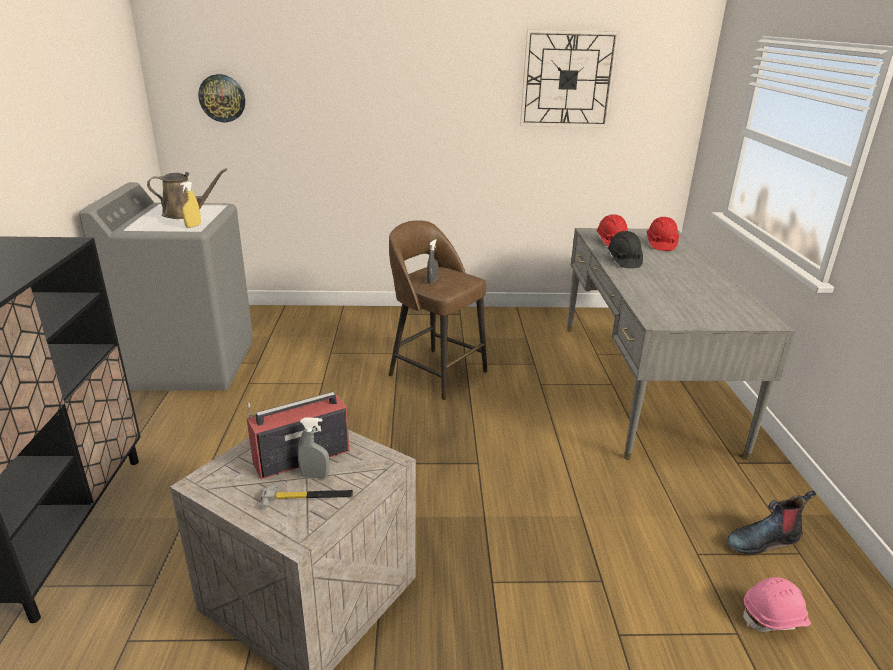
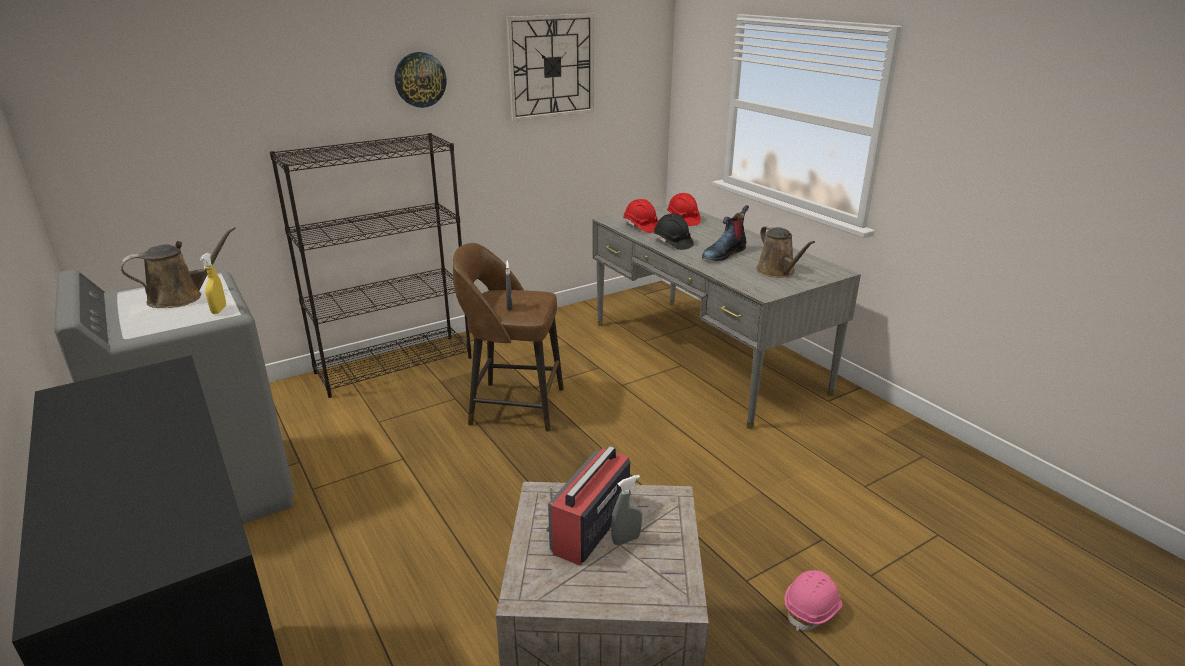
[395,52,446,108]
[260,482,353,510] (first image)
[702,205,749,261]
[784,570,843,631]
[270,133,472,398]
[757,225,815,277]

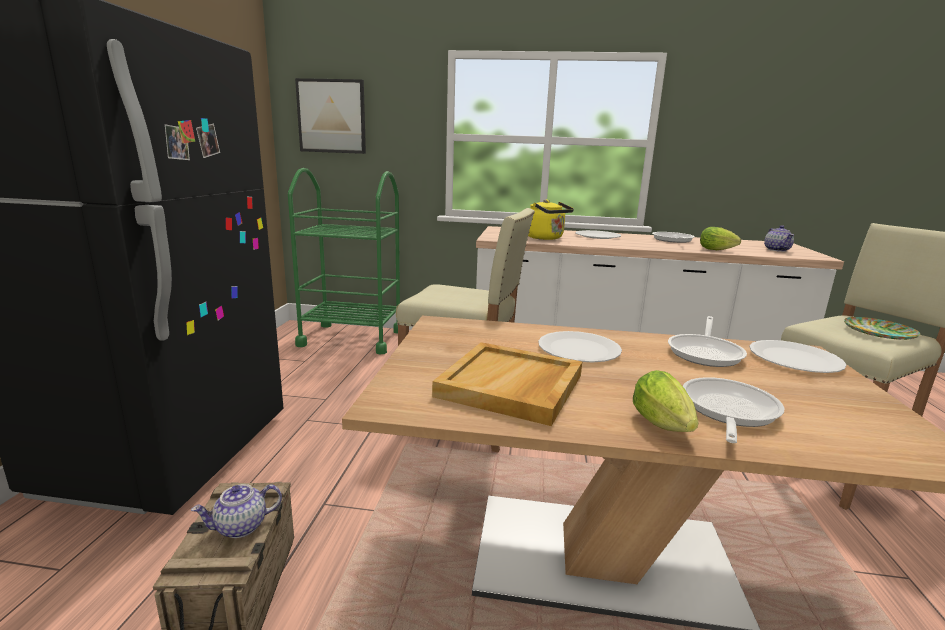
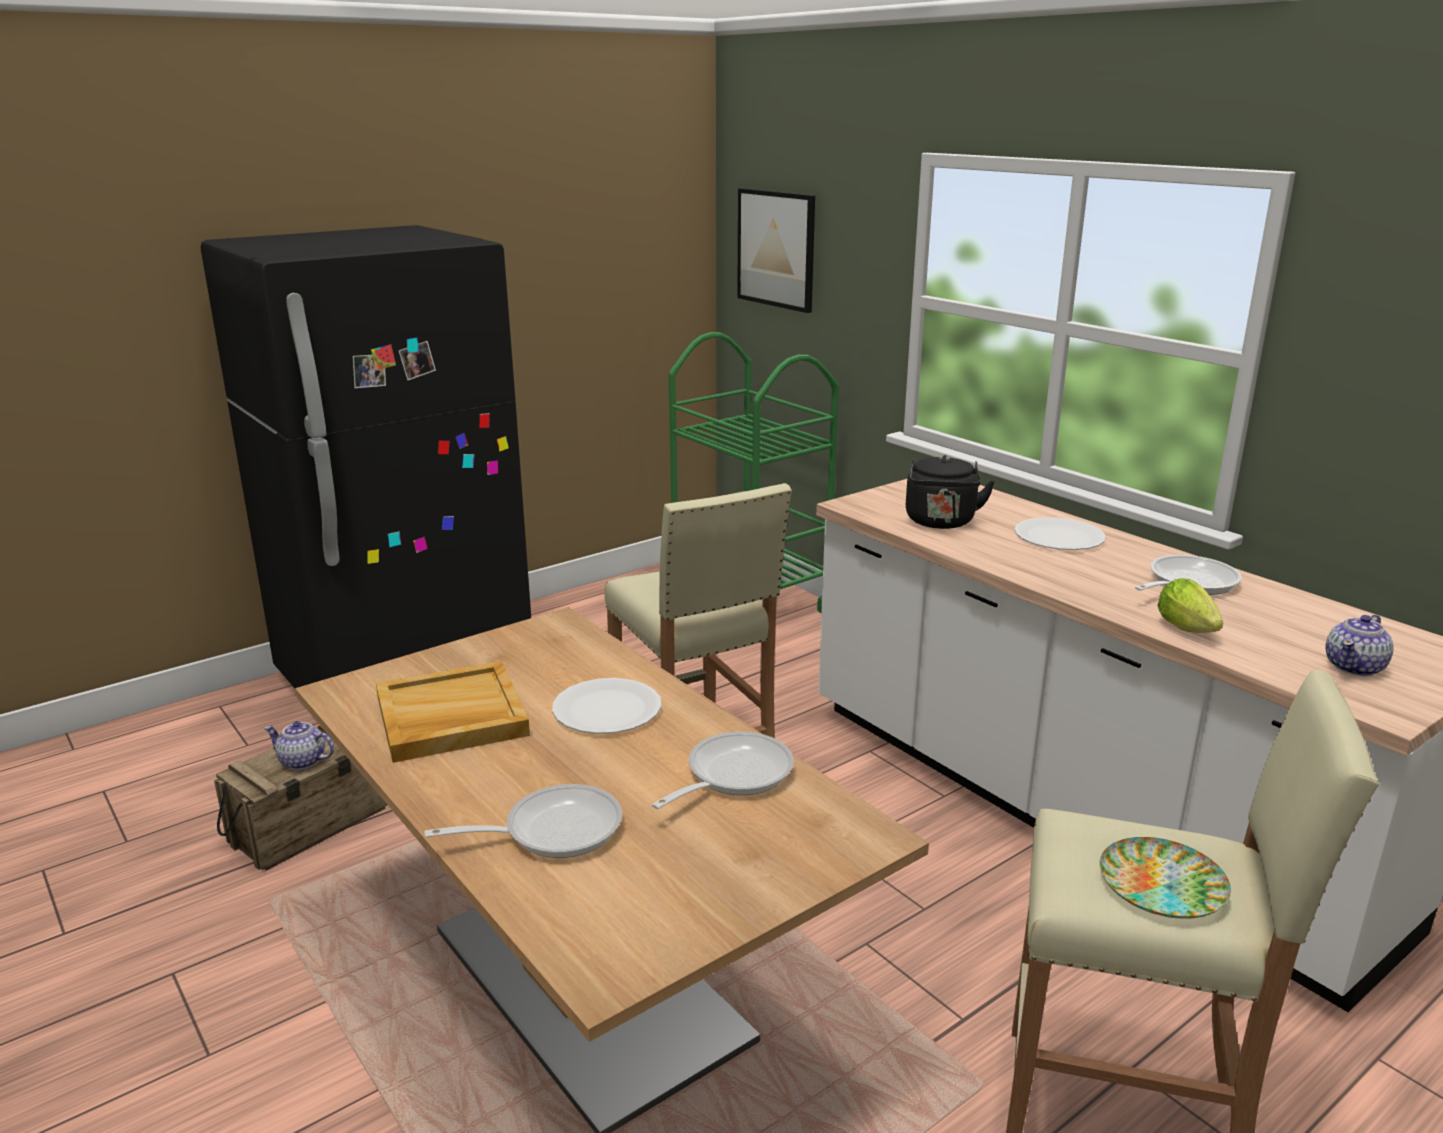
[906,455,995,529]
[633,370,698,432] (first image)
[652,732,794,809]
[749,340,847,373] (first image)

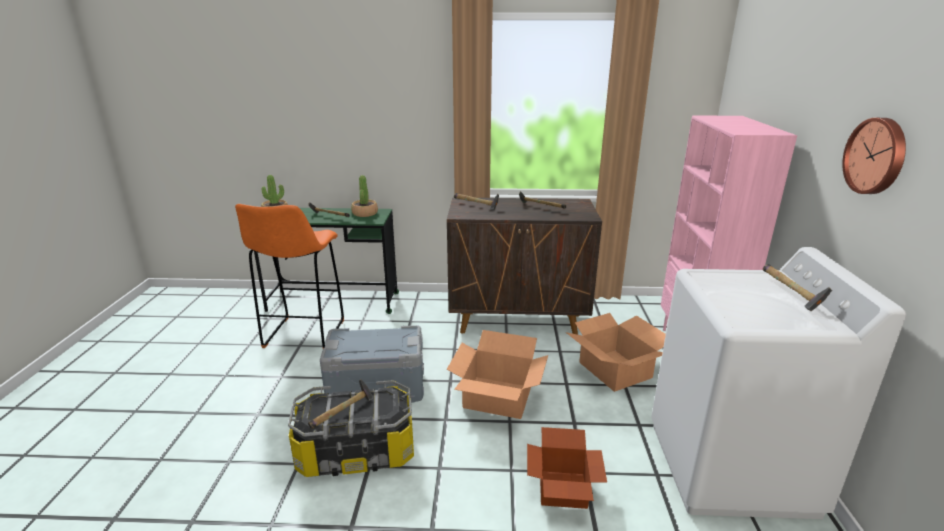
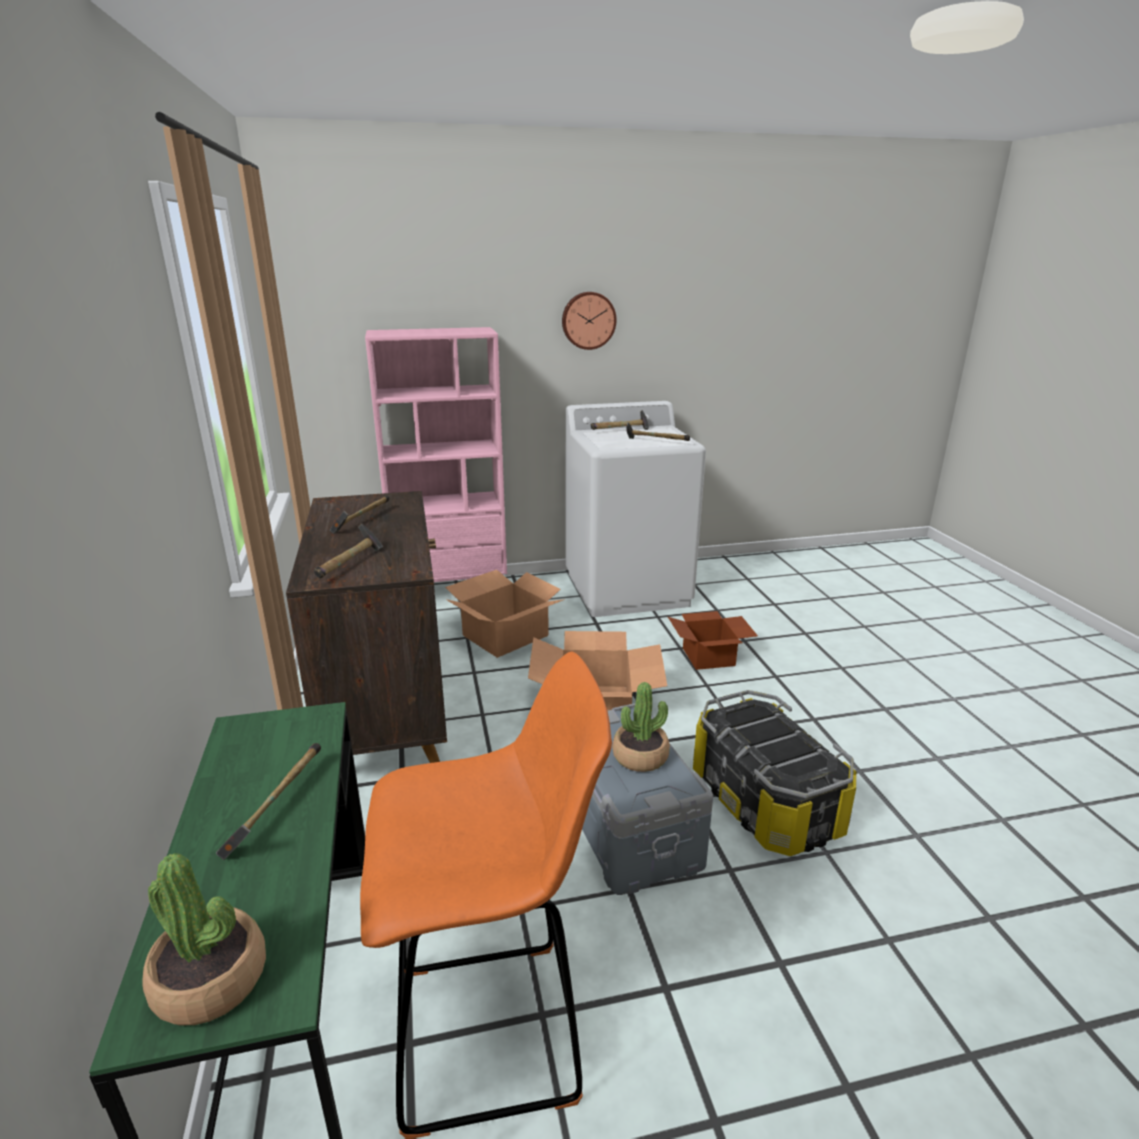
[626,423,690,441]
[612,682,670,772]

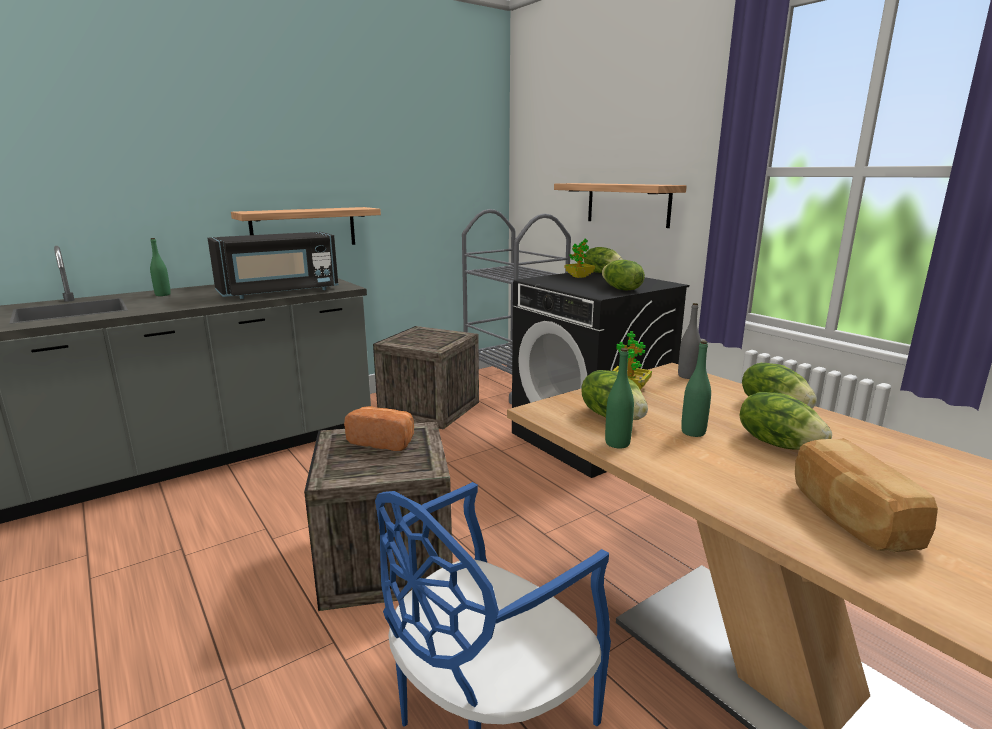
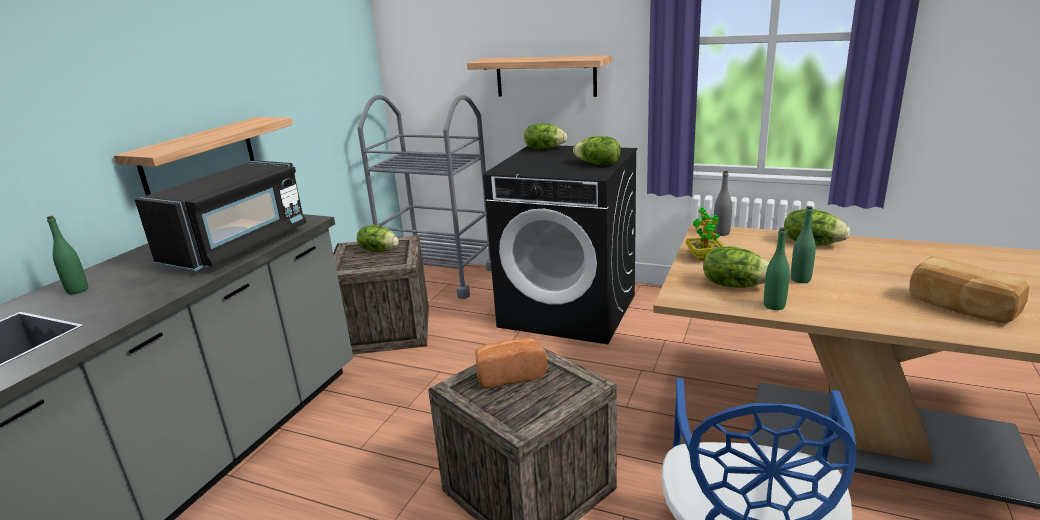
[565,239,595,278] (first image)
[357,225,399,252]

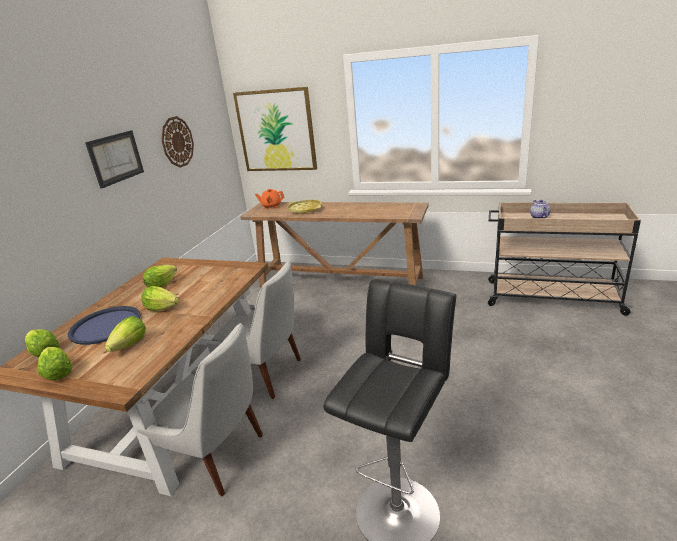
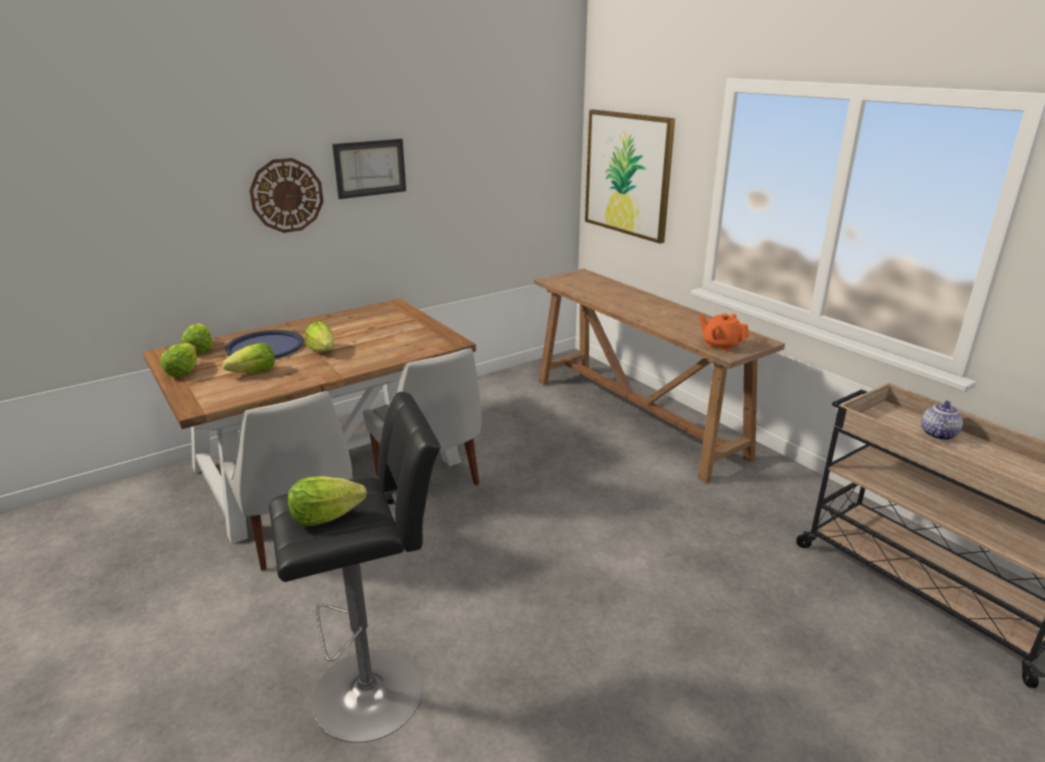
[288,476,367,526]
[249,158,324,233]
[699,314,749,352]
[288,200,322,214] (first image)

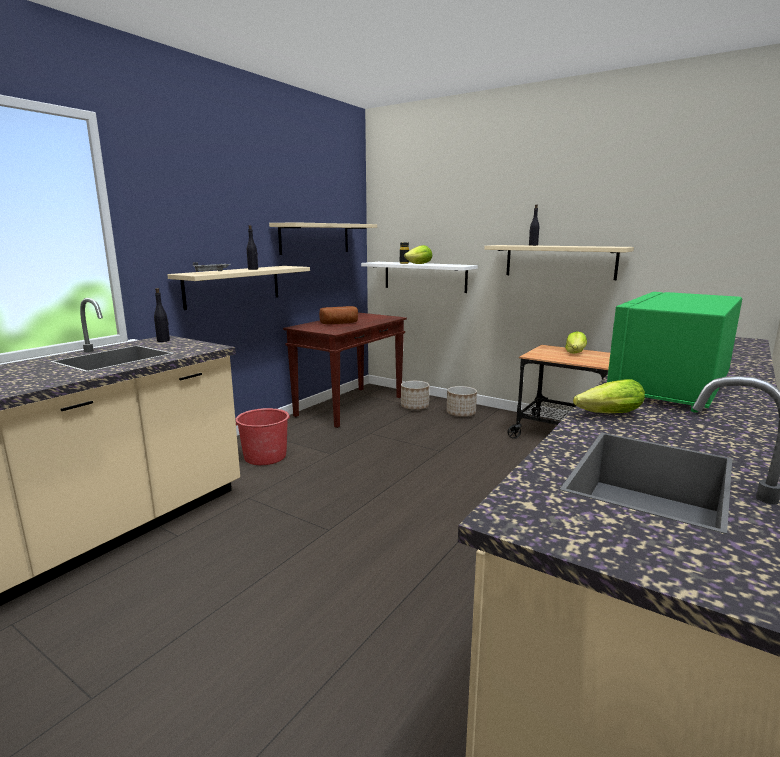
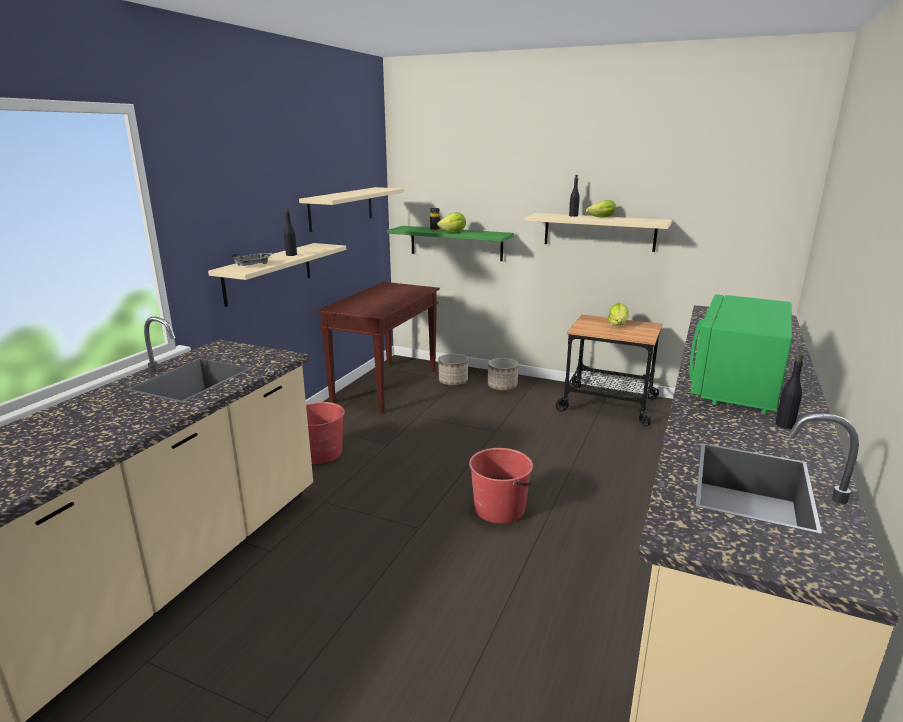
[775,354,803,429]
[319,306,358,324] (first image)
[387,226,514,261]
[586,200,616,217]
[469,448,534,524]

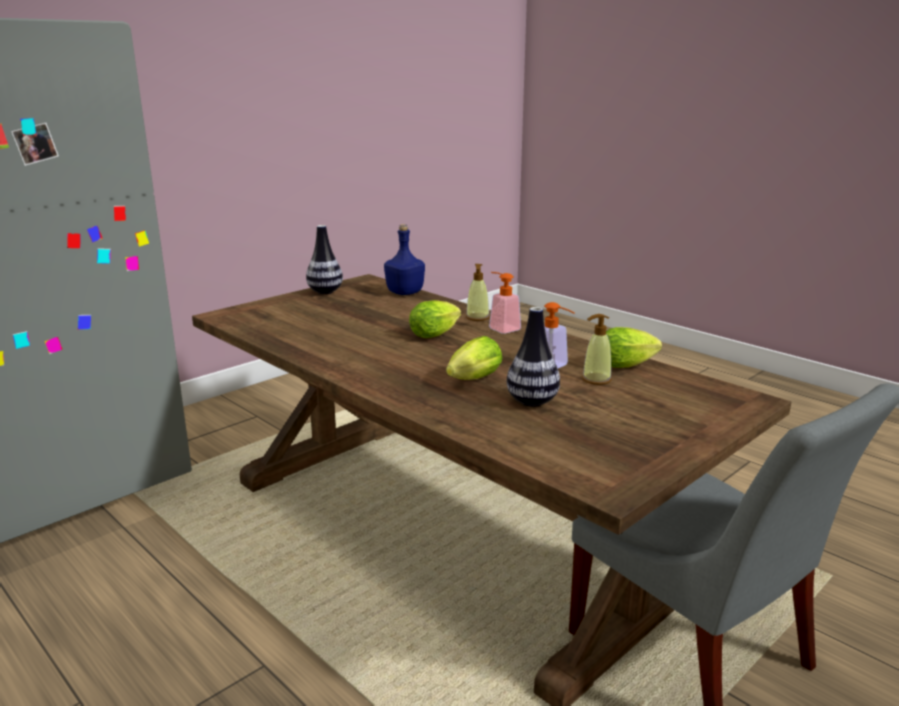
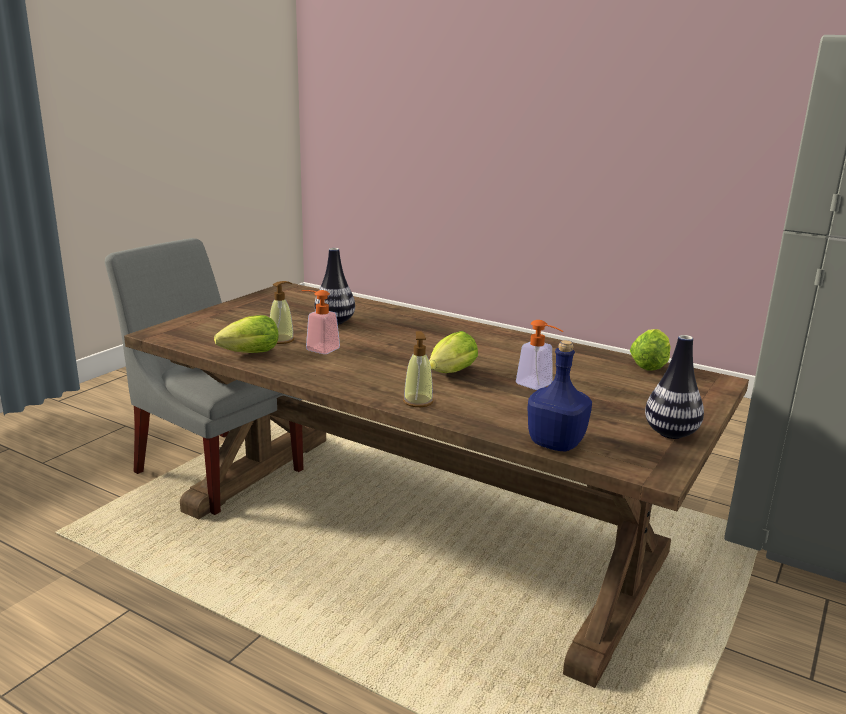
[630,329,671,371]
[516,320,563,390]

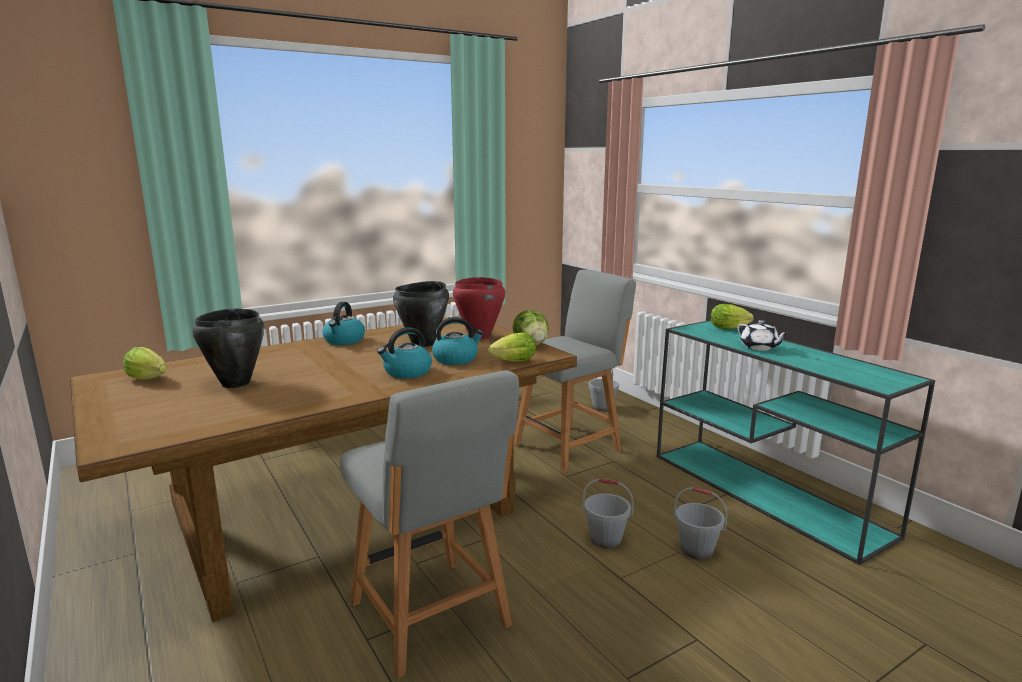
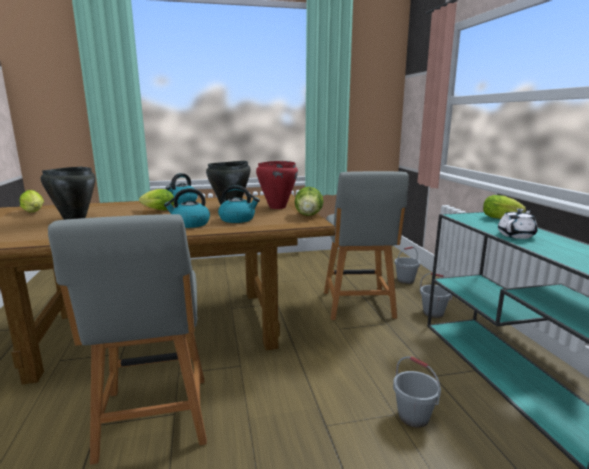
[139,189,174,210]
[324,171,409,320]
[420,272,452,318]
[498,209,538,239]

